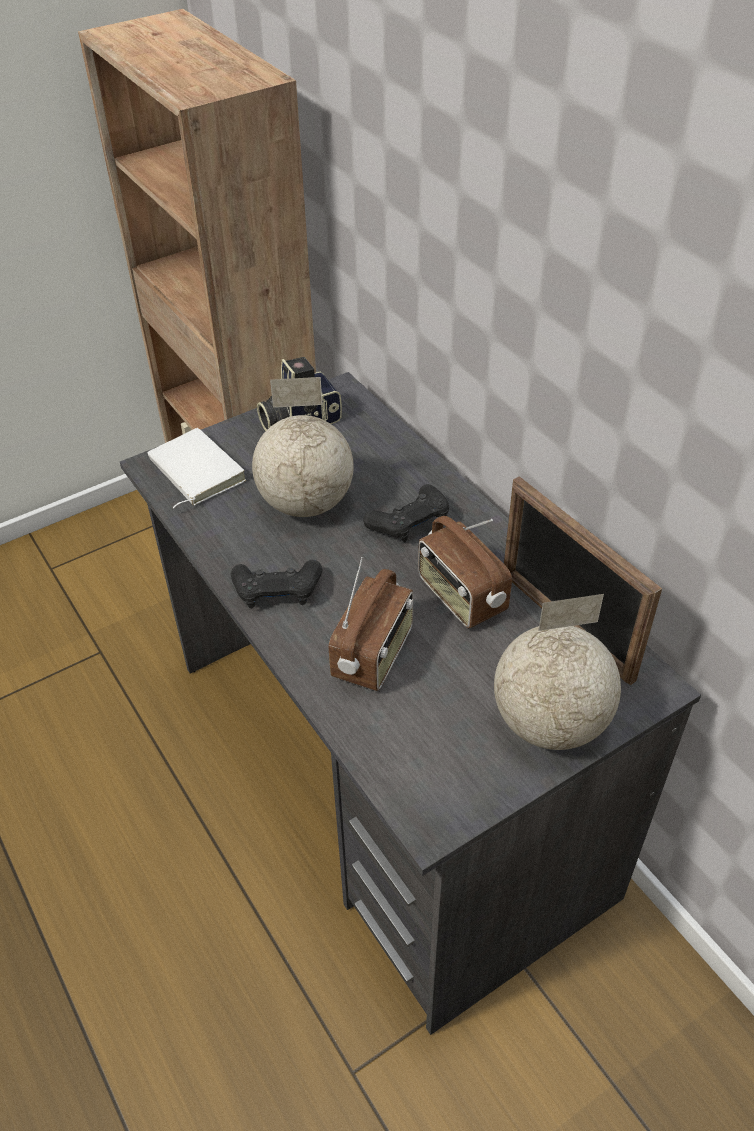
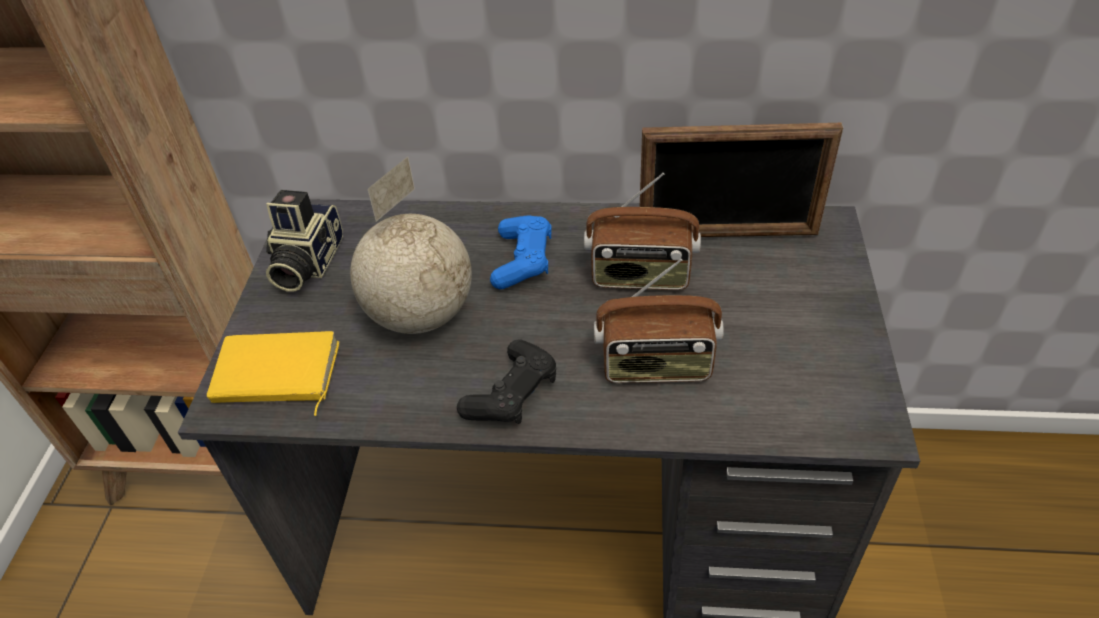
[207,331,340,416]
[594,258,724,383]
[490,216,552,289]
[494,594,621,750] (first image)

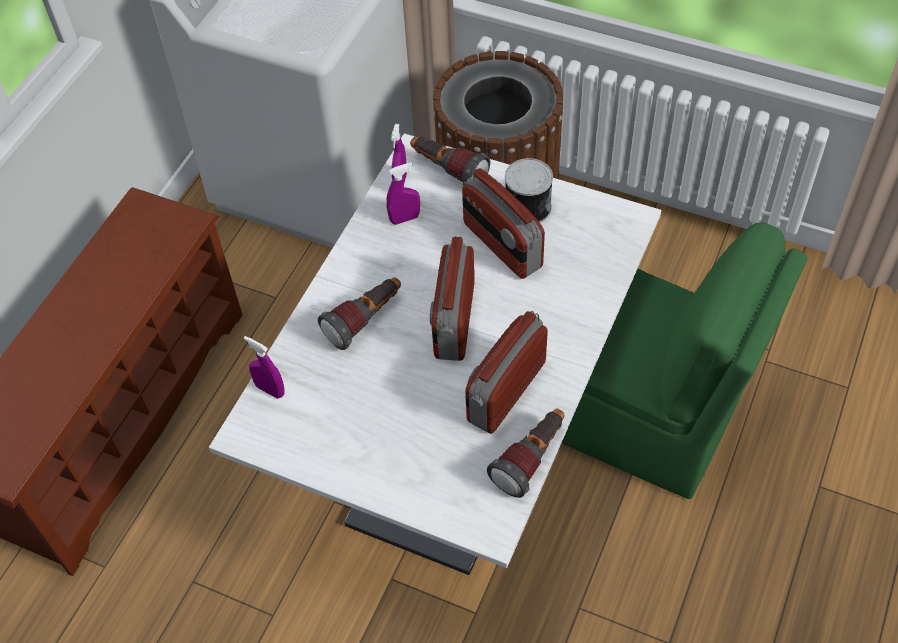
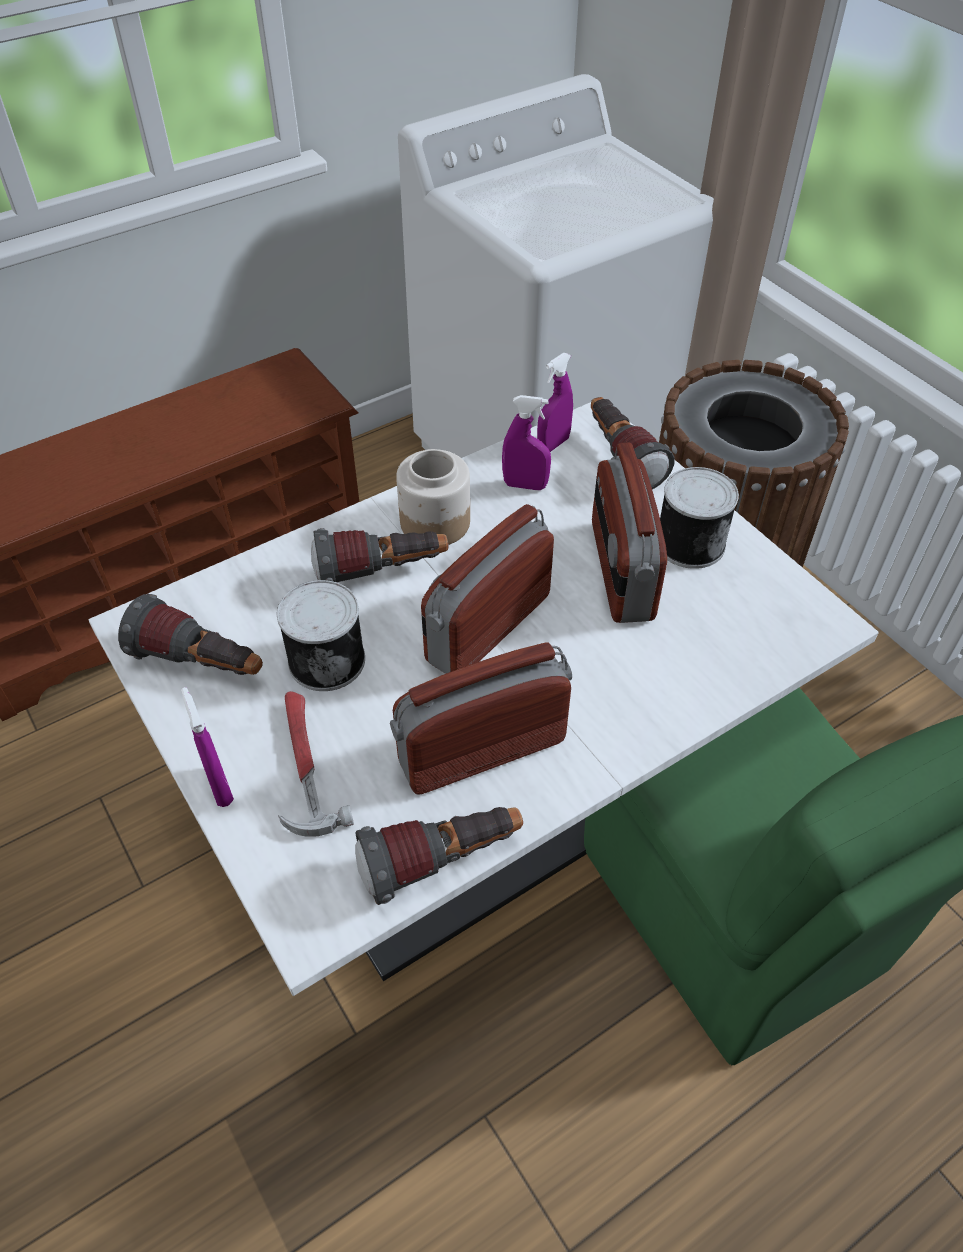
[181,687,234,807]
[118,594,263,675]
[277,580,365,691]
[278,691,354,837]
[396,449,470,545]

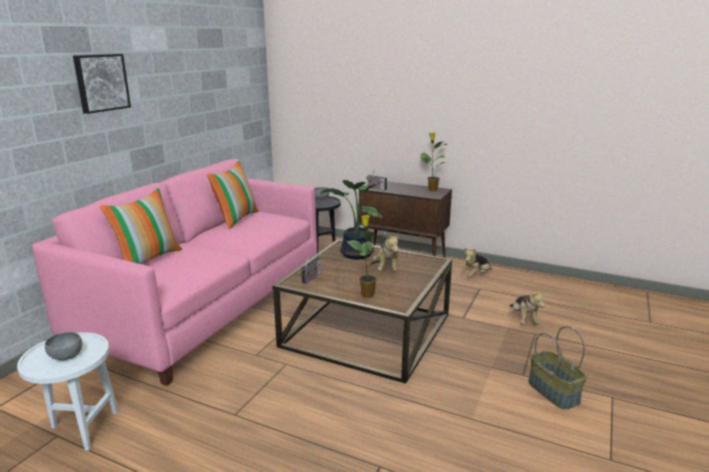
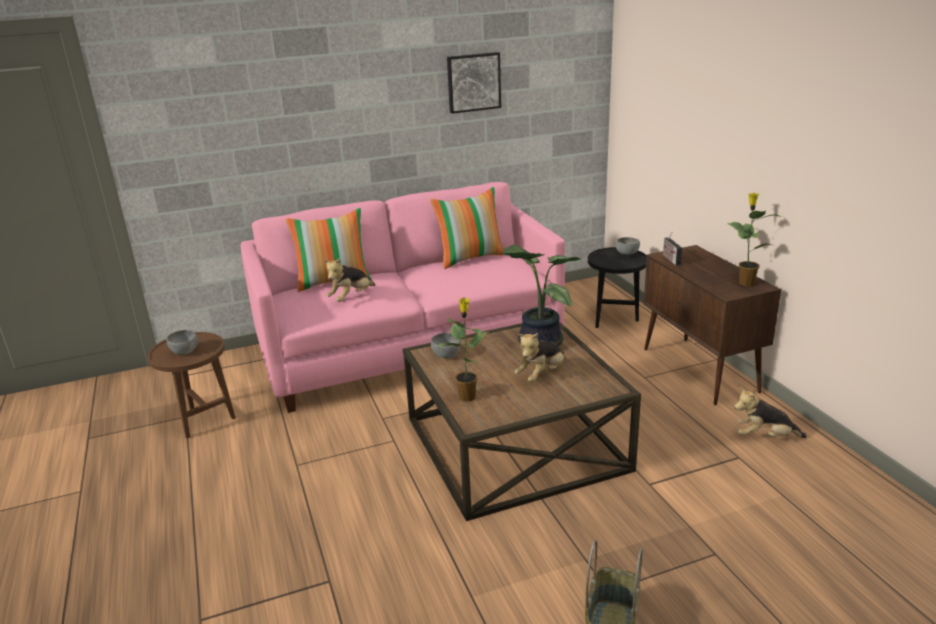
[147,332,236,438]
[447,52,501,114]
[431,333,461,358]
[323,258,375,302]

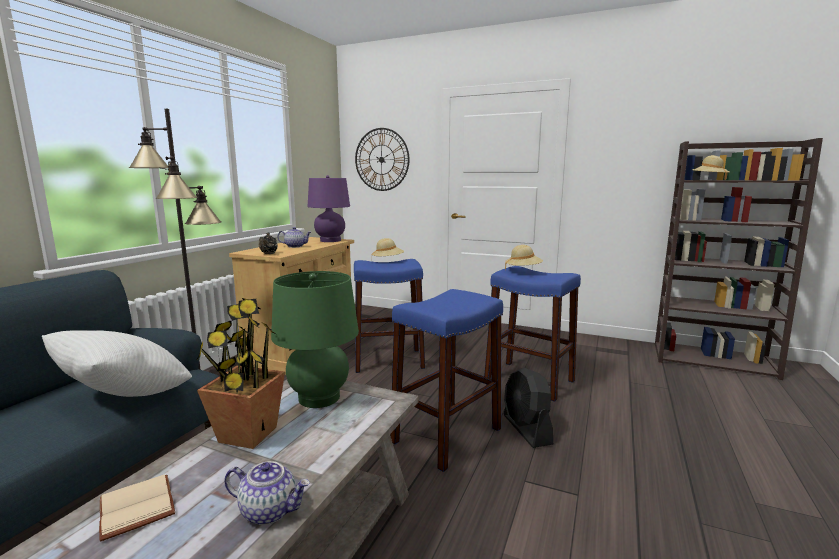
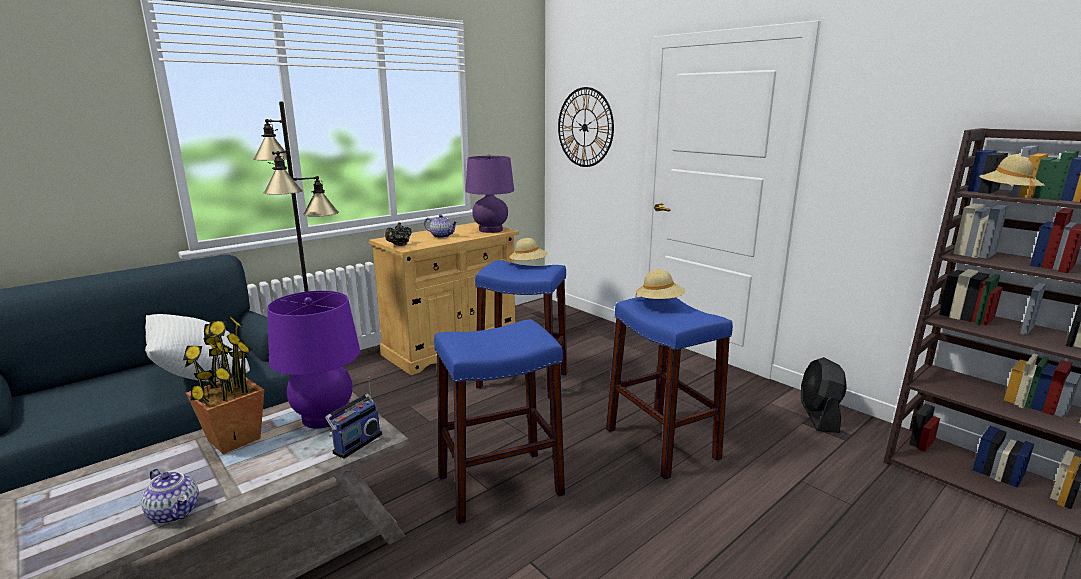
[99,474,175,541] (first image)
[267,291,360,429]
[801,357,847,433]
[325,376,382,459]

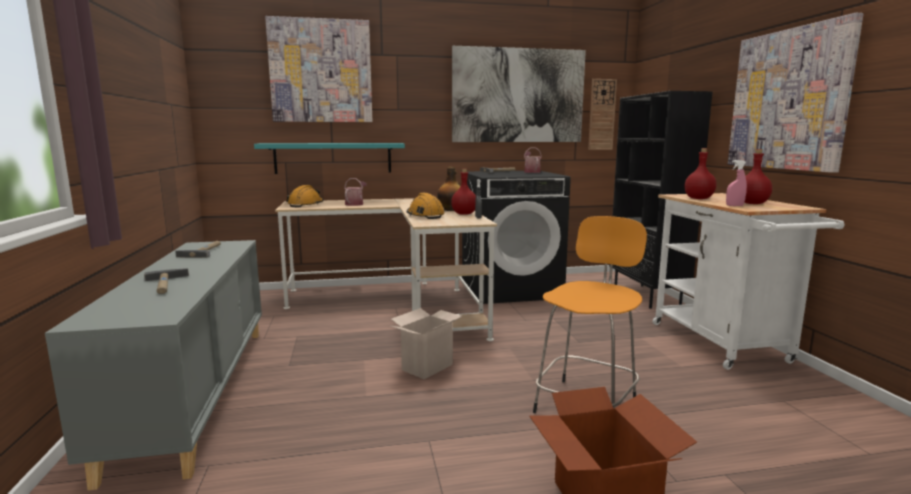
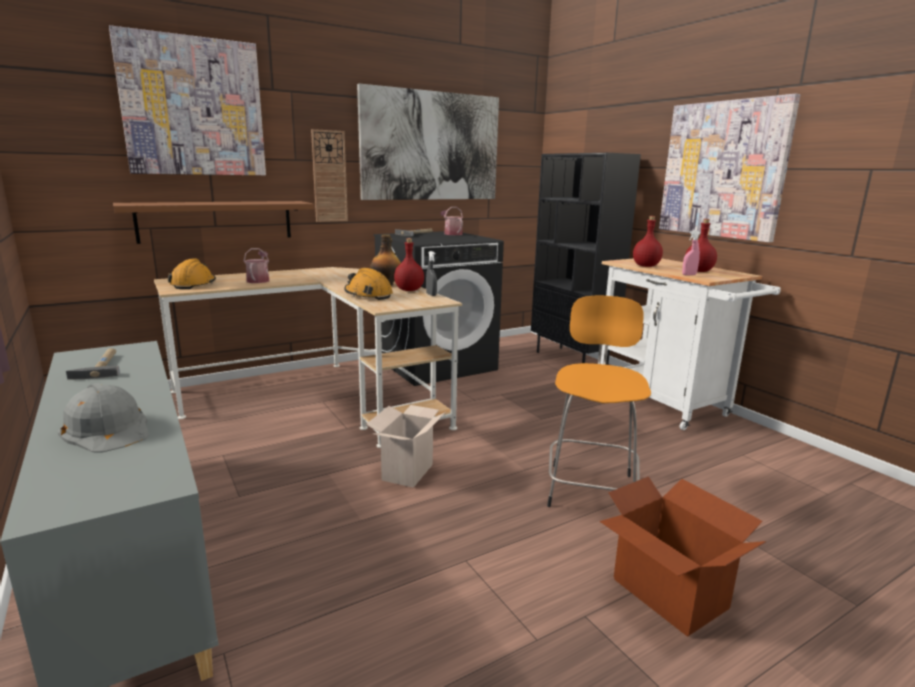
[58,383,149,453]
[113,201,314,244]
[311,129,348,222]

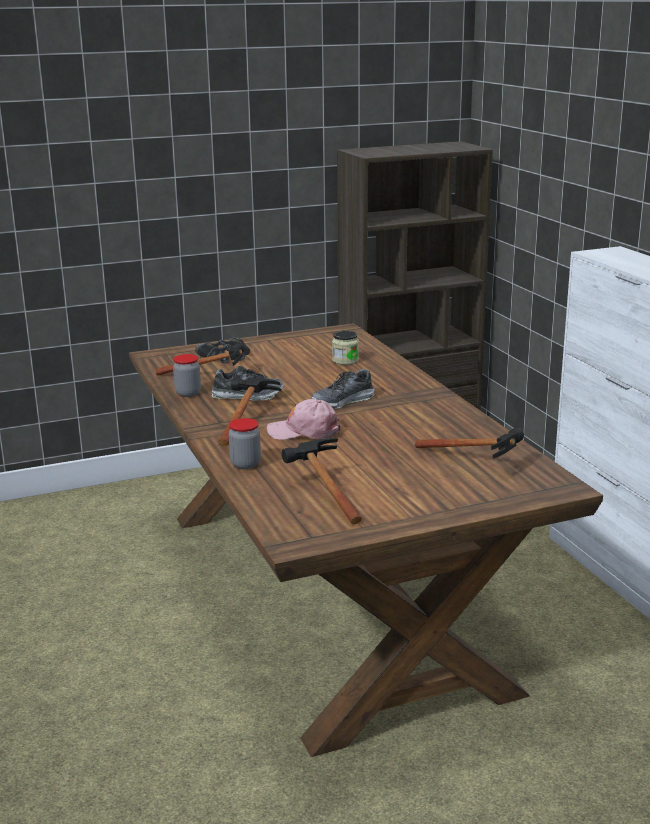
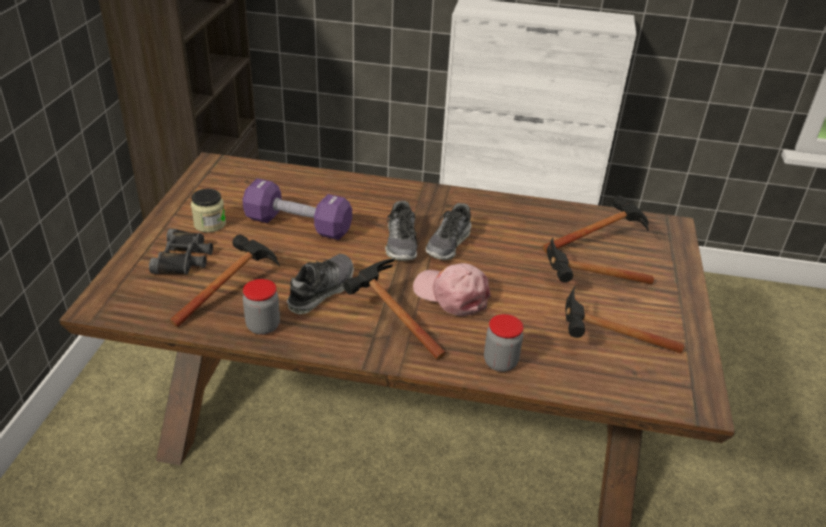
[413,263,491,316]
[191,189,226,233]
[242,178,352,240]
[426,203,472,260]
[547,238,654,284]

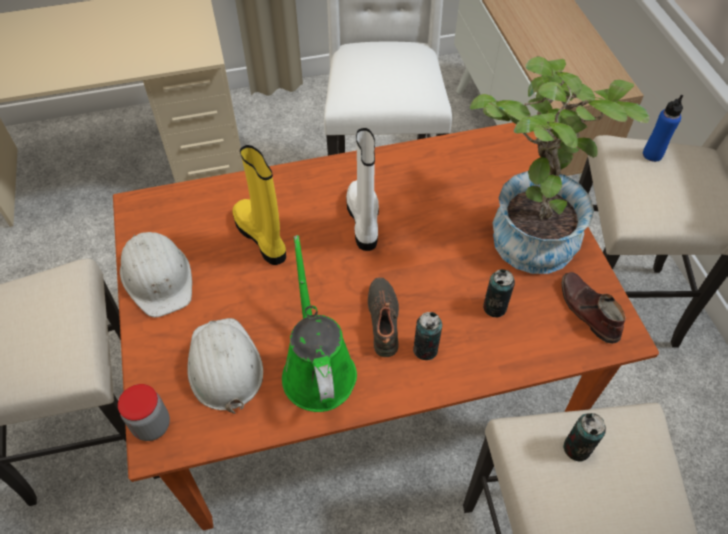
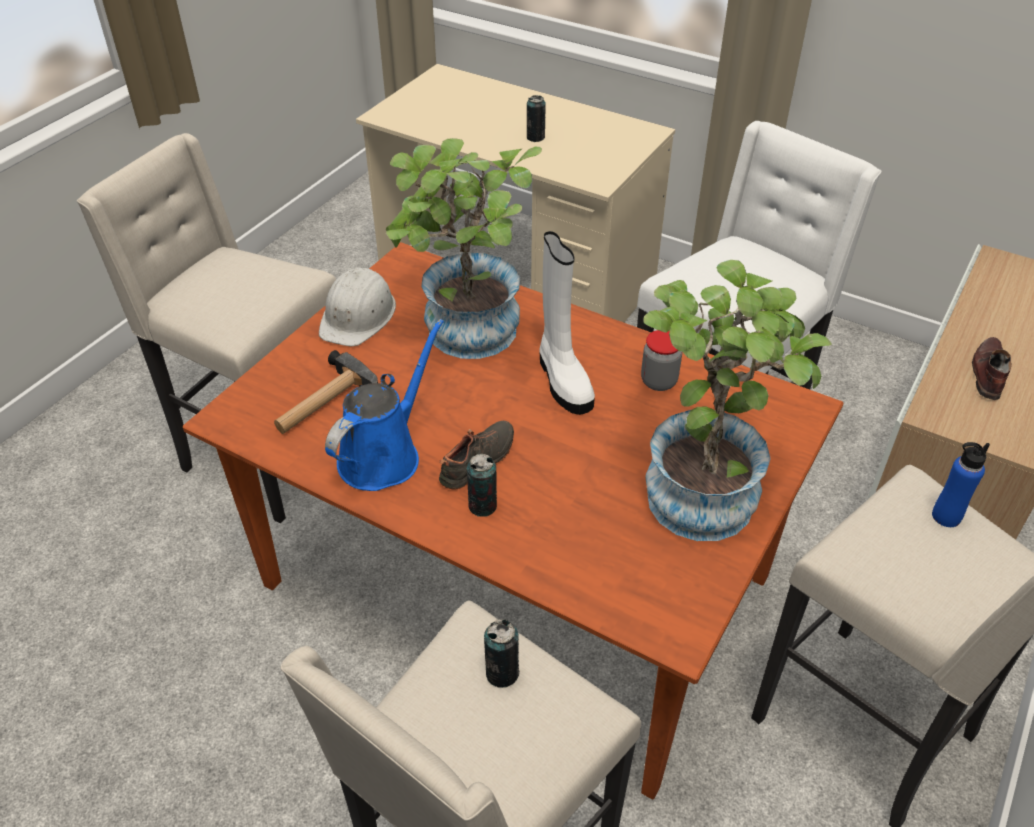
[641,330,683,391]
[274,350,378,434]
[386,138,542,359]
[325,319,444,491]
[539,231,595,415]
[527,95,546,142]
[972,337,1012,400]

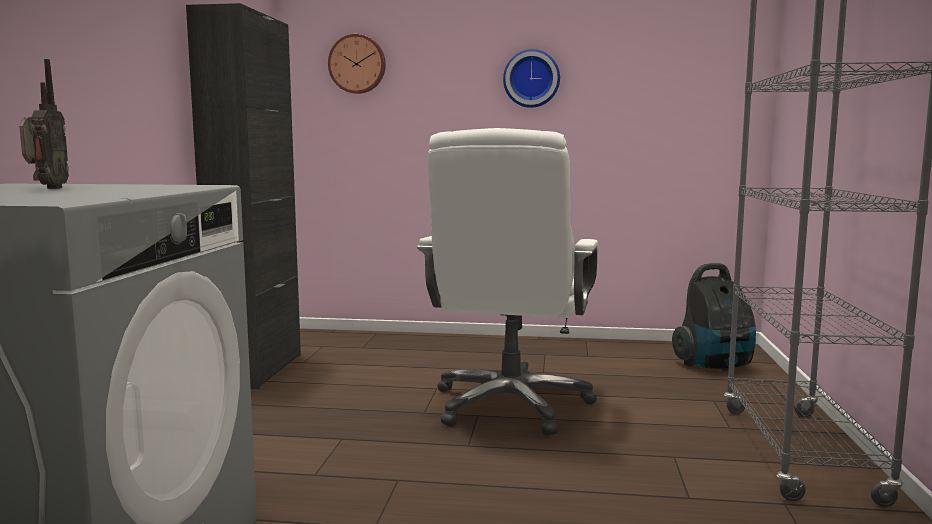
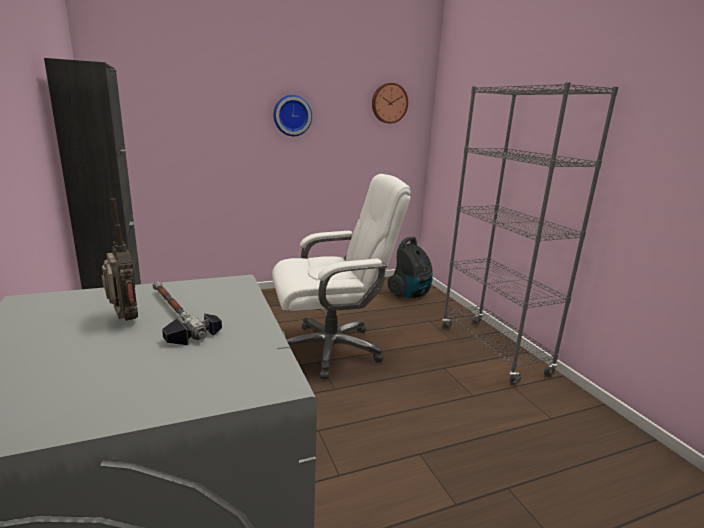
[372,83,408,124]
[272,174,411,379]
[153,281,222,345]

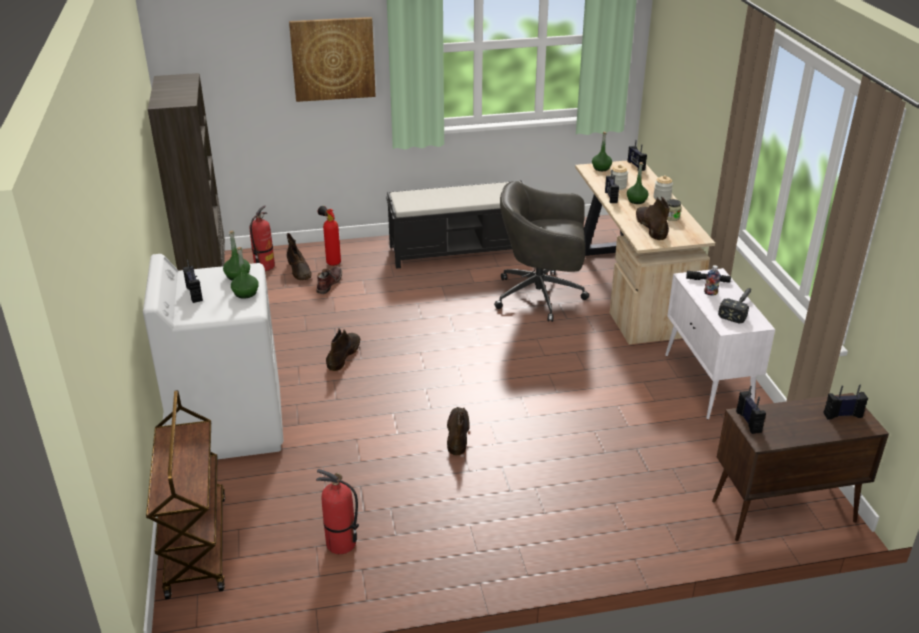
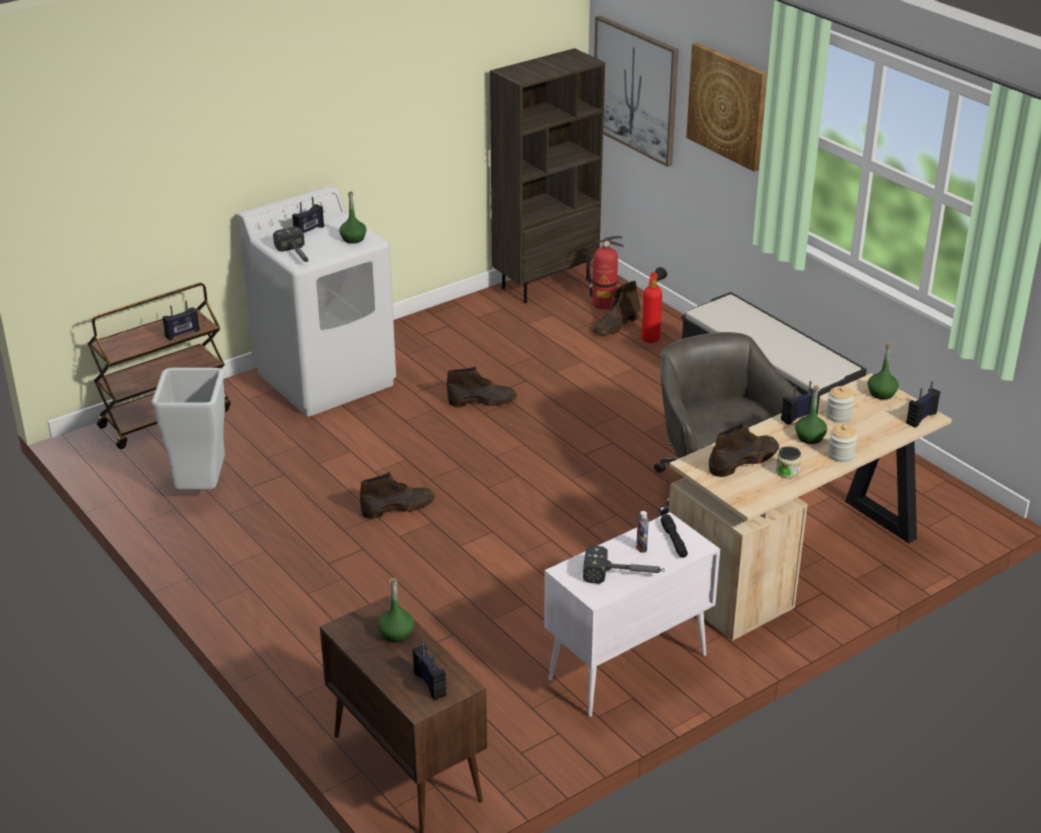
[378,578,414,642]
[316,267,342,294] (first image)
[152,368,225,489]
[162,300,200,341]
[273,227,309,262]
[594,16,679,167]

